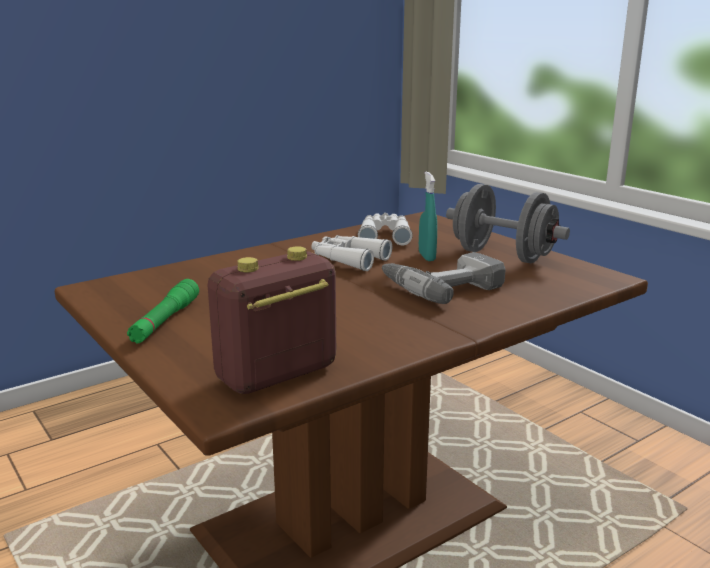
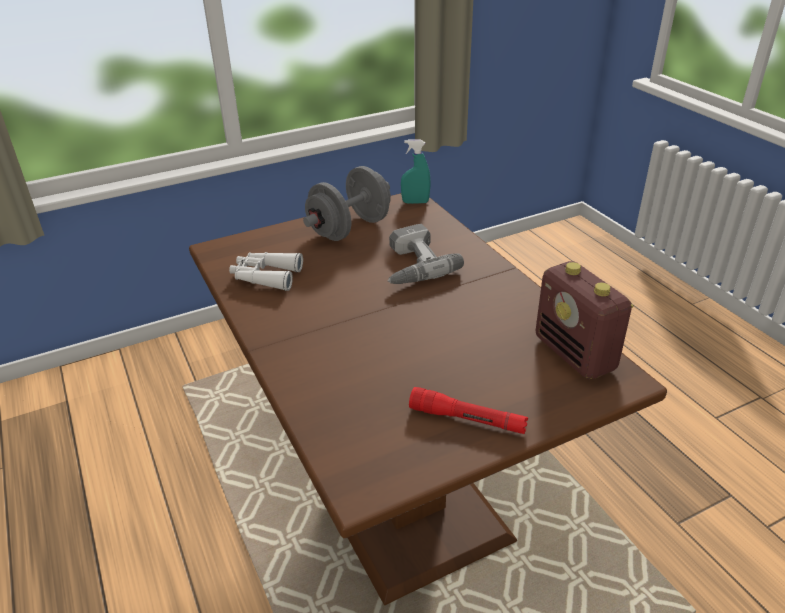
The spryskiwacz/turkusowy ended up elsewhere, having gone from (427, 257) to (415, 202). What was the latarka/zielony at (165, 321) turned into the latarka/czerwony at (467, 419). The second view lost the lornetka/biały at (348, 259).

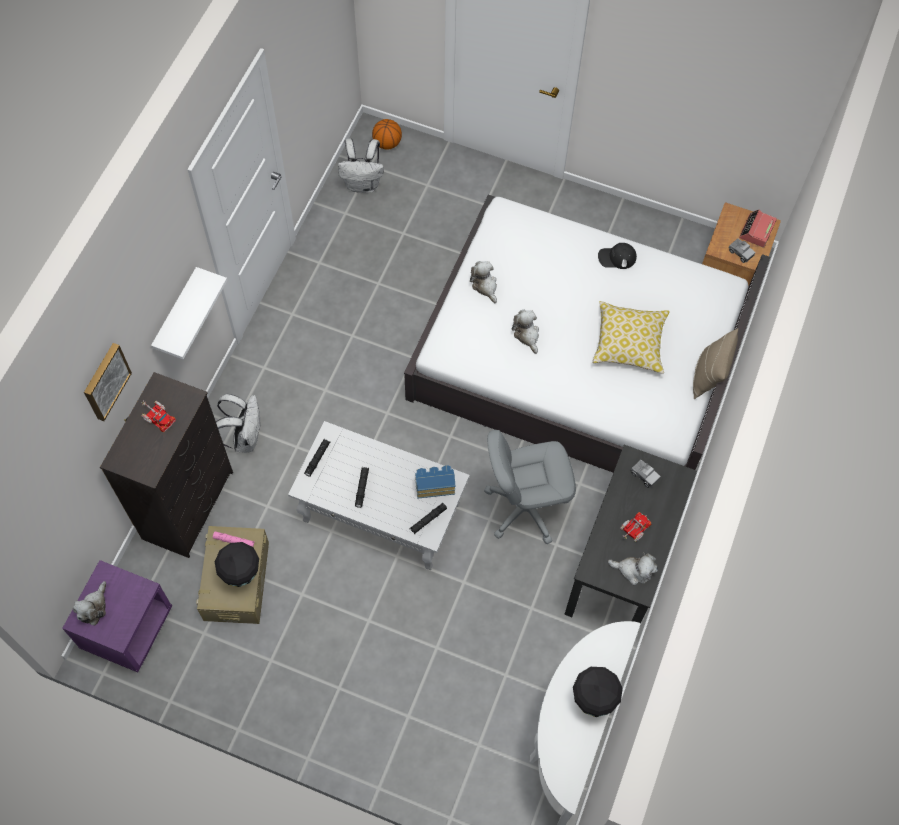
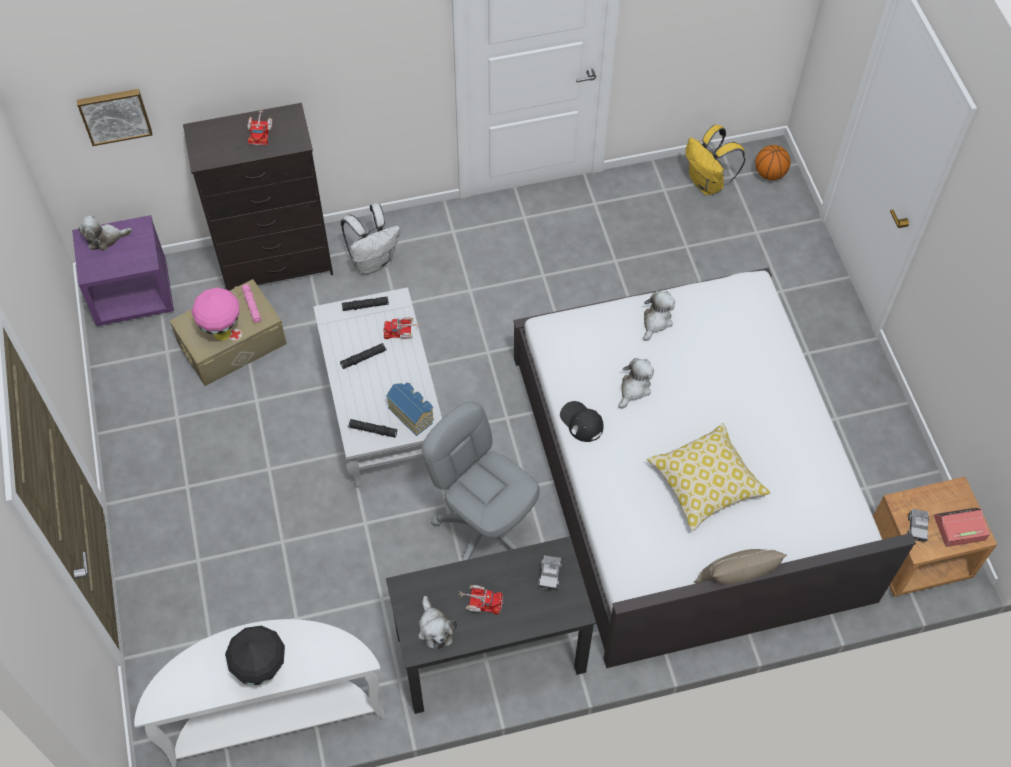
The obraz ended up elsewhere, having gone from (105, 381) to (115, 115). What was the lampa stołowa/czarny at (242, 576) turned into the lampa stołowa/różowy at (223, 333). The second view gained the ciężarówka zabawkowa at (402, 331). The czapka z daszkiem/czarny ended up elsewhere, having gone from (616, 257) to (581, 422). What was the plecak/biały at (363, 184) turned into the plecak/żółty at (708, 183). The second view lost the półka/biały at (177, 314).

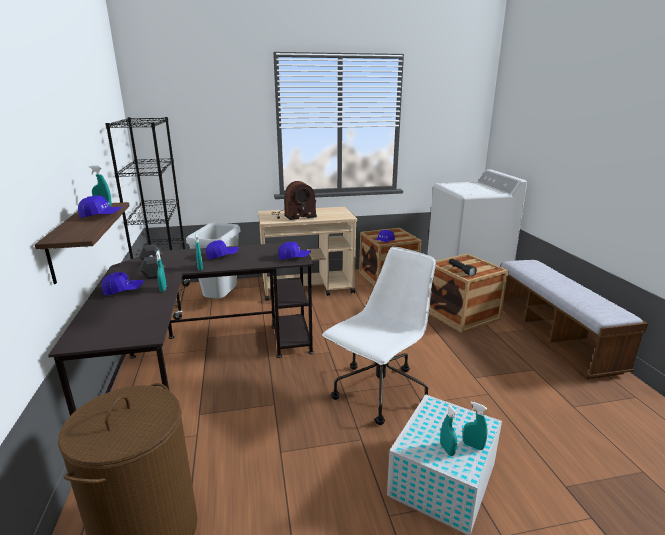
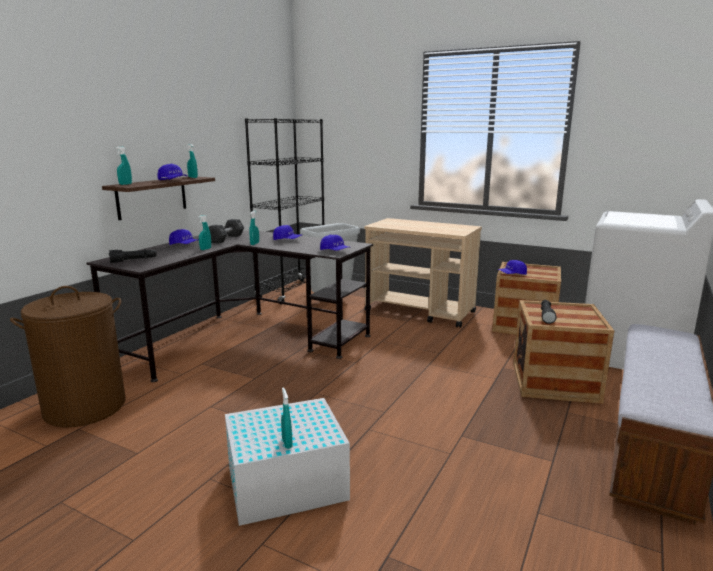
The second view gained the latarka/czarny at (134, 260). The spryskiwacz/turkusowy ended up elsewhere, having gone from (447, 449) to (125, 184). The second view lost the radio at (293, 215). The second view lost the krzesło biurowe/biały at (379, 393).

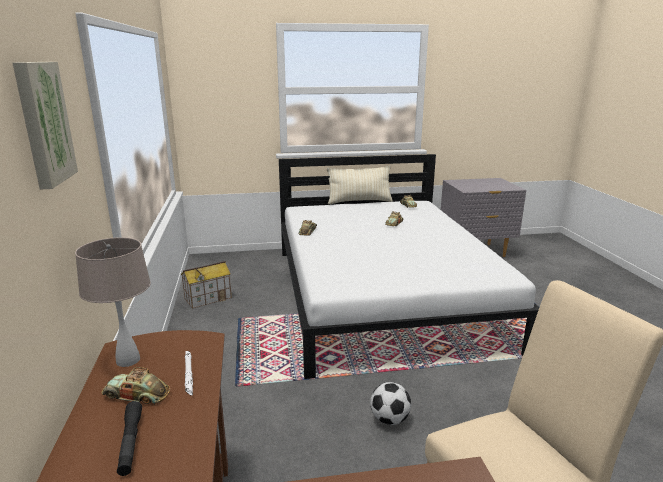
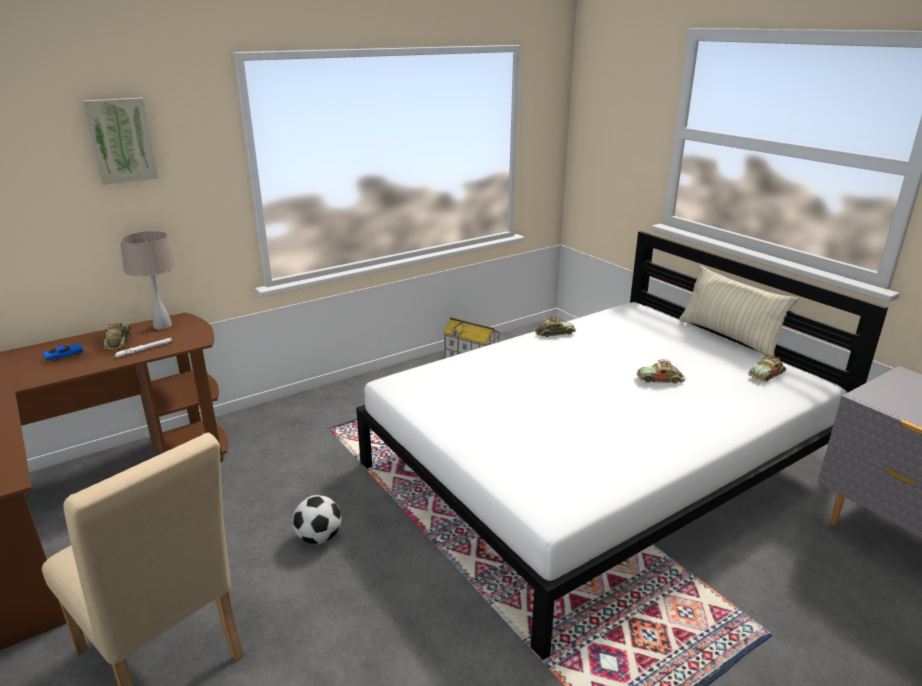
Where the latarka/czarny stood at (130, 443), the samochodzik came to stand at (65, 356).

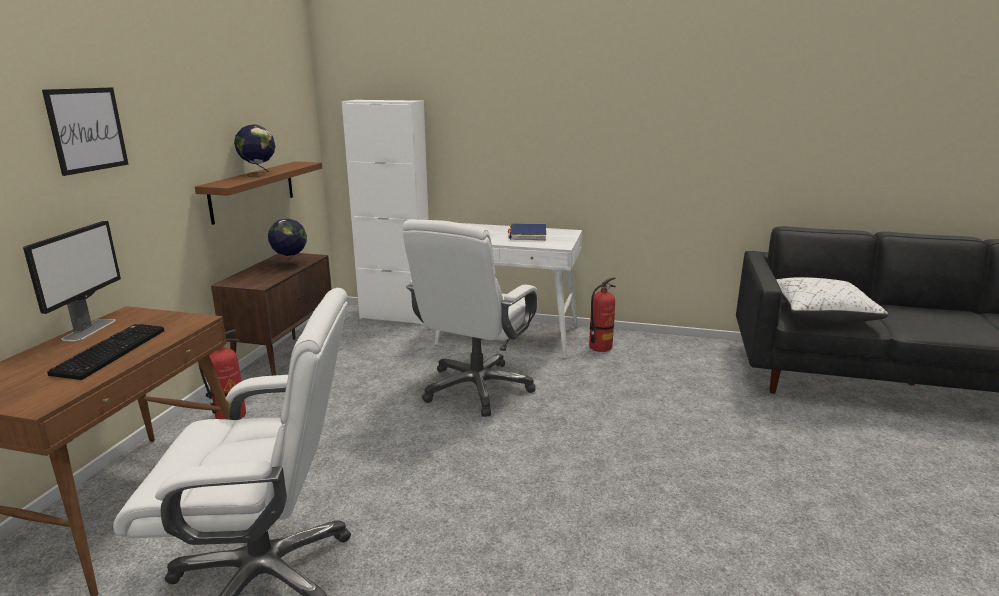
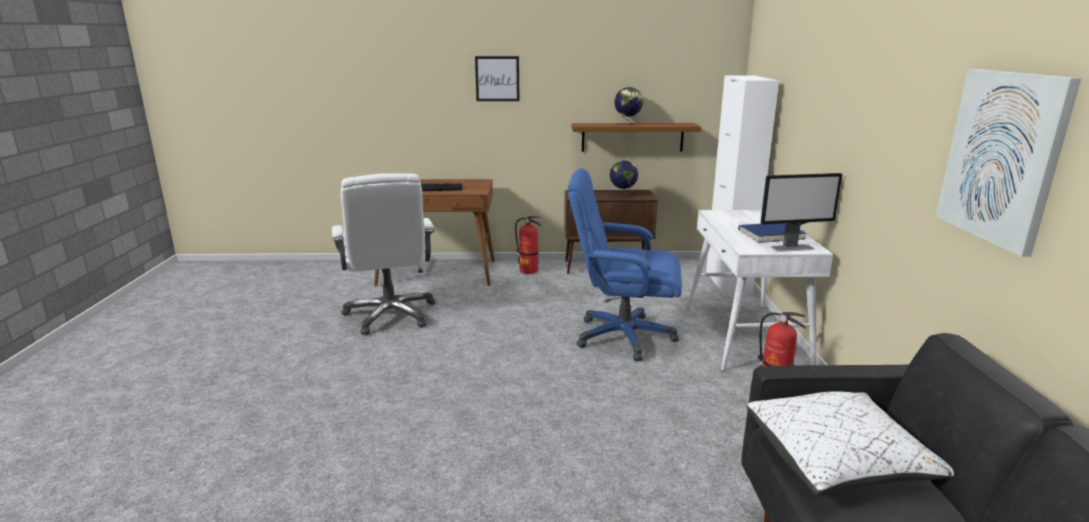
What was the krzesło biurowe/biały at (476, 388) turned into the krzesło biurowe/niebieski at (622, 336). The monitor ended up elsewhere, having gone from (89, 329) to (792, 248). The second view gained the obraz at (1002, 157).

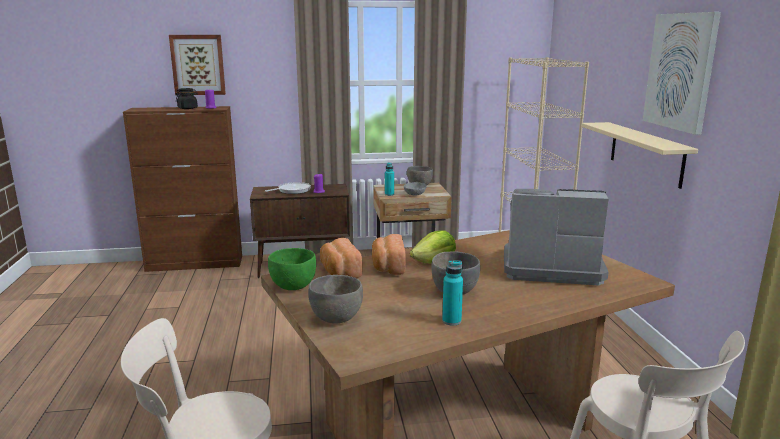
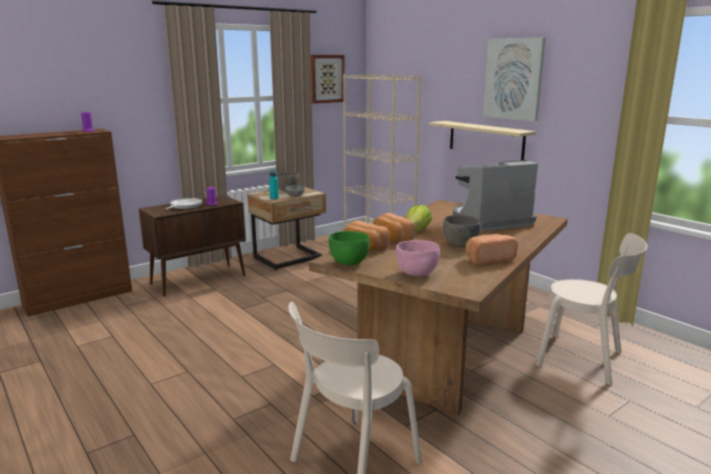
The obraz ended up elsewhere, having gone from (198, 65) to (326, 78). What was the miska/szary at (336, 319) turned into the miska/różowy at (417, 274). Where the butelka/turkusowy stood at (451, 321), the chleb came to stand at (488, 259). The second view lost the słoik/czarny at (187, 108).

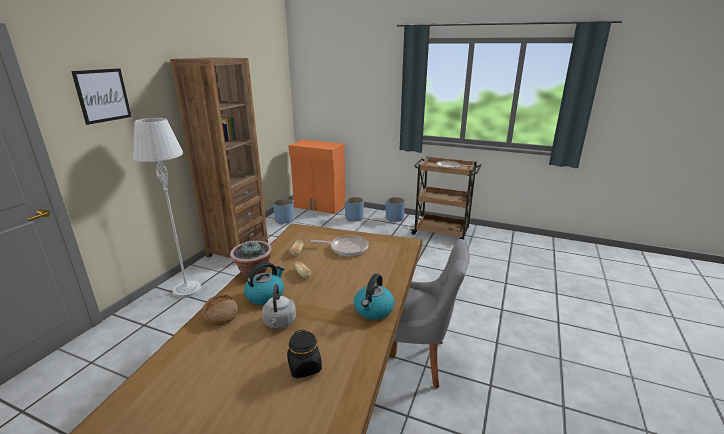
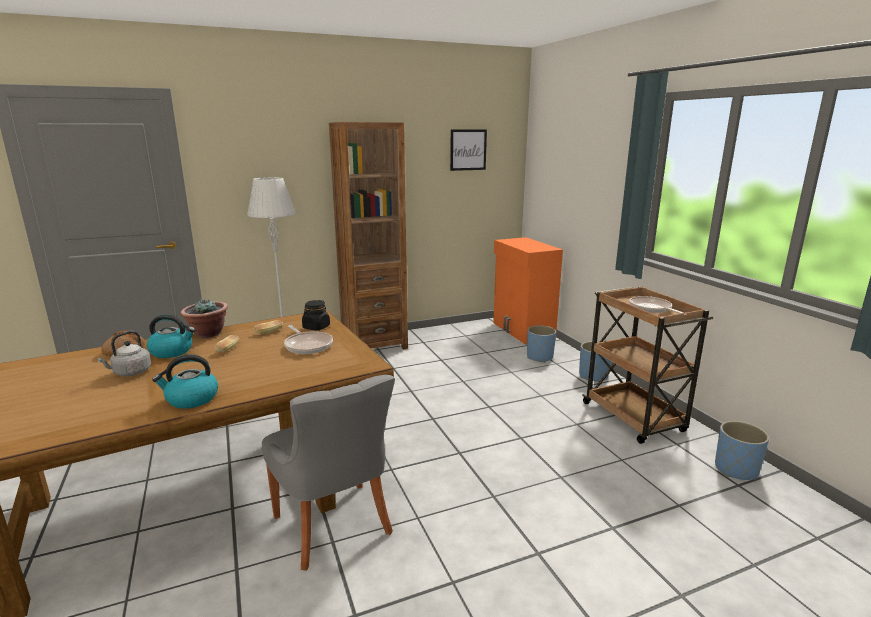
The słoik/czarny ended up elsewhere, having gone from (304, 367) to (316, 327). The obraz ended up elsewhere, having gone from (103, 95) to (468, 150). The donica/niebieski ended up elsewhere, having gone from (284, 220) to (736, 470).

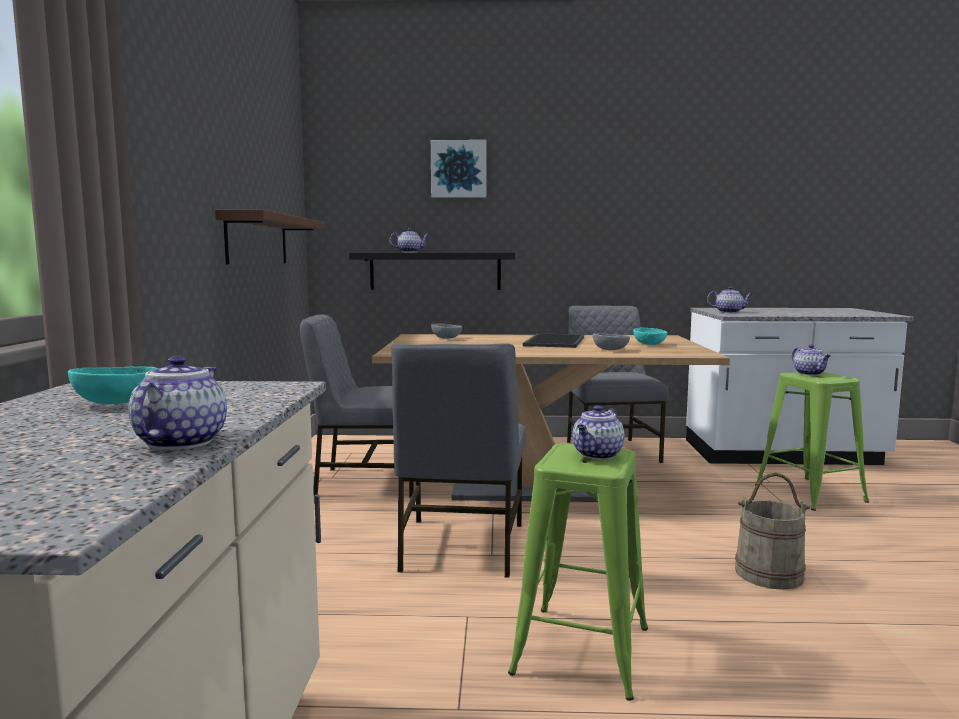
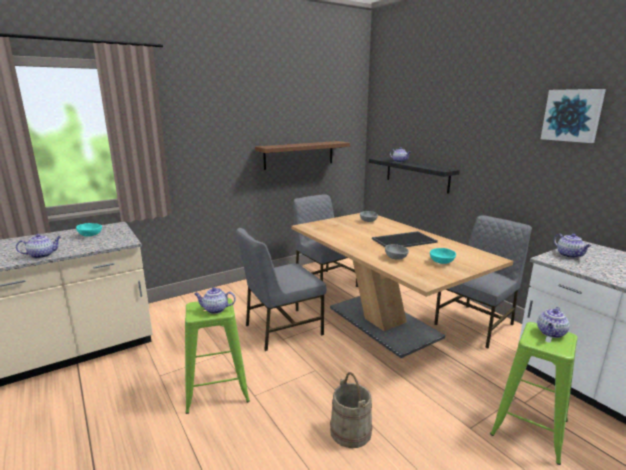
The obraz ended up elsewhere, having gone from (458, 169) to (572, 115).

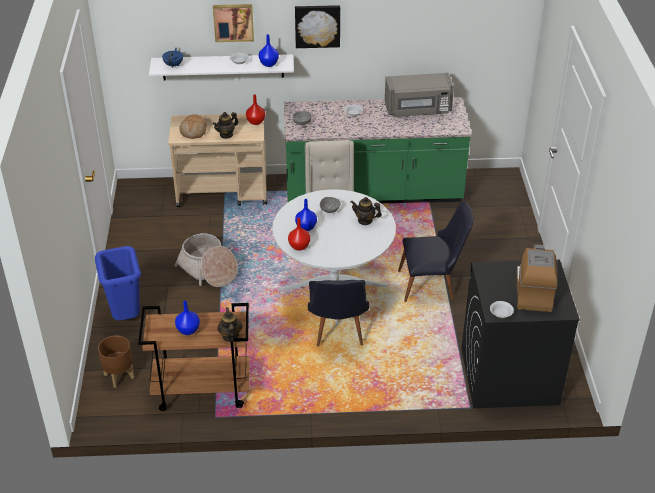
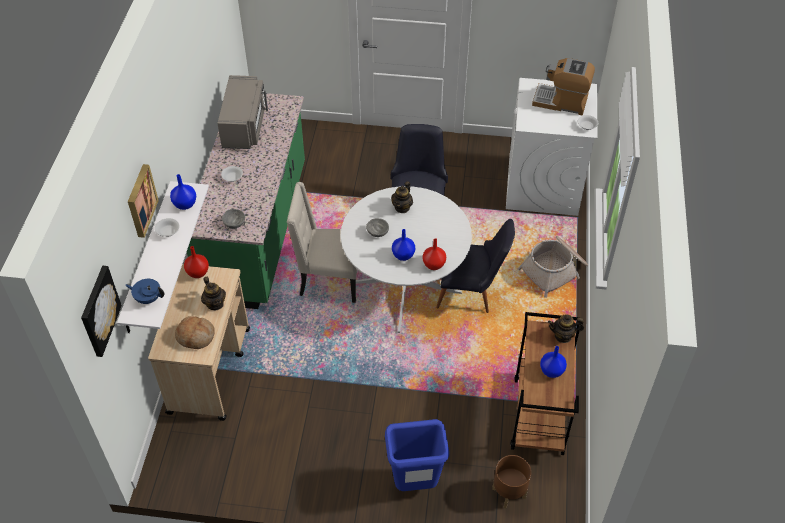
The obraz ended up elsewhere, having gone from (317, 25) to (98, 311). What was the pralka/czarny at (508, 376) turned into the pralka/biały at (543, 185). The koszyk ended up elsewhere, having gone from (208, 270) to (554, 270).

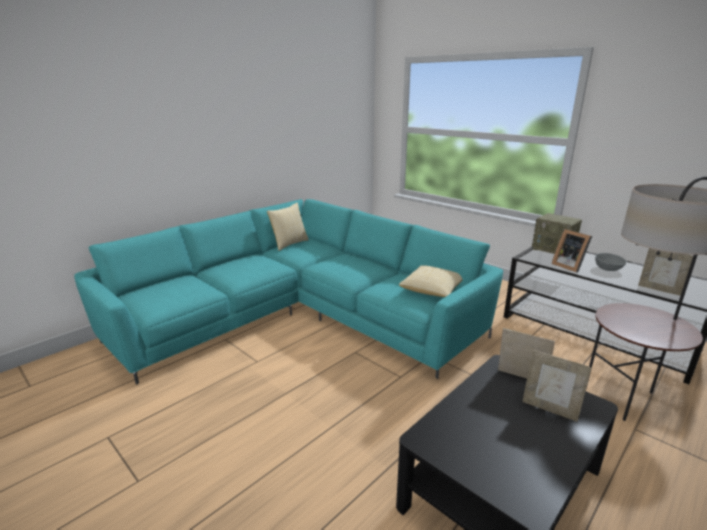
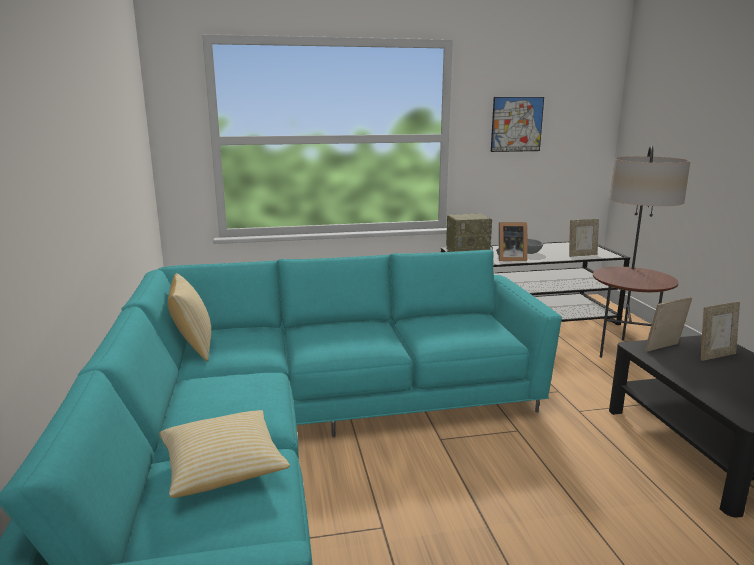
The poduszka ended up elsewhere, having gone from (432, 290) to (223, 468). The second view gained the obraz at (516, 124).

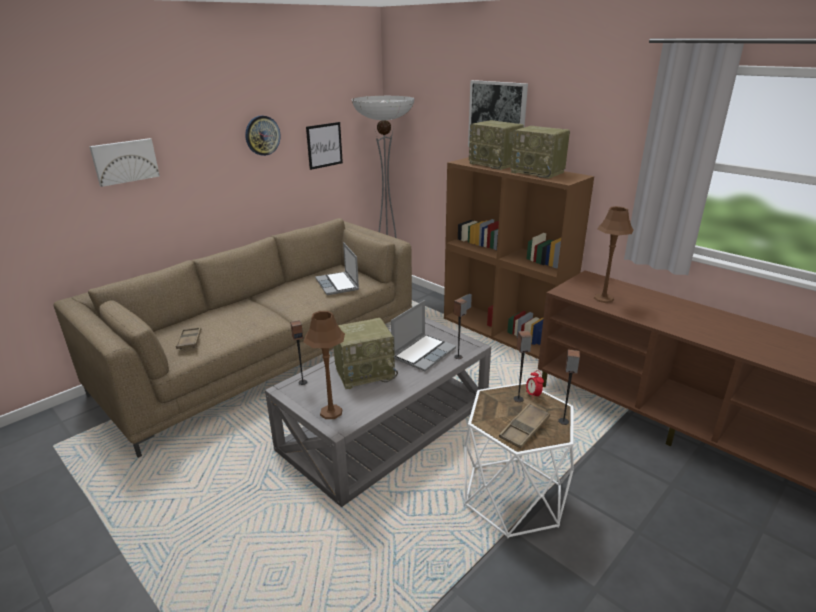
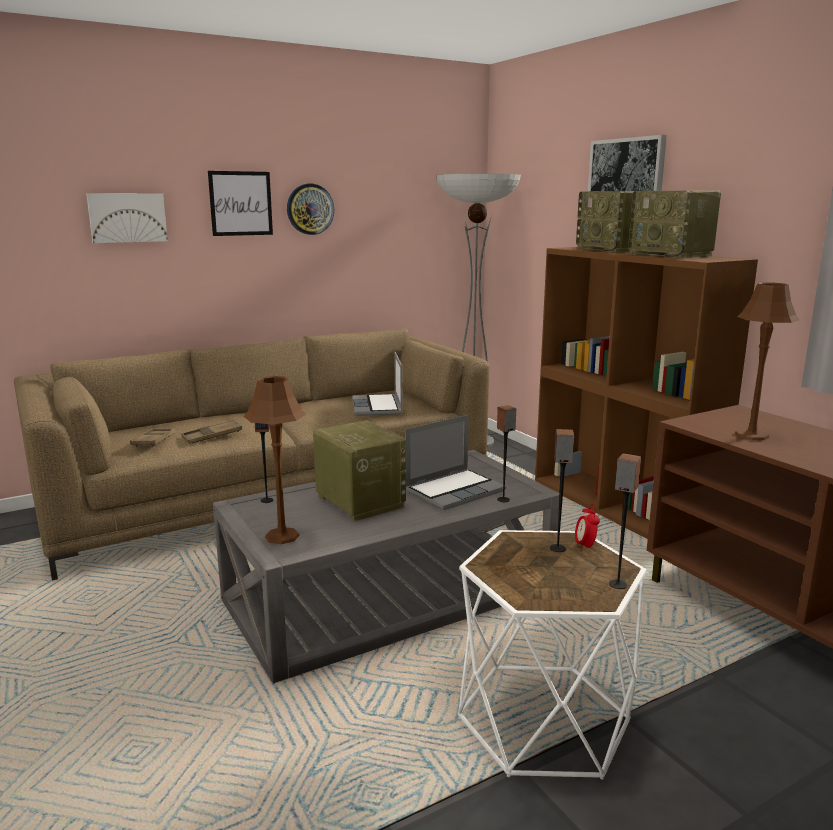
The taca/brązowy ended up elsewhere, having gone from (524, 429) to (212, 436). The obraz ended up elsewhere, having gone from (324, 145) to (241, 203). The radio at (365, 372) ended up facing another way, 120 degrees counterclockwise from before.

